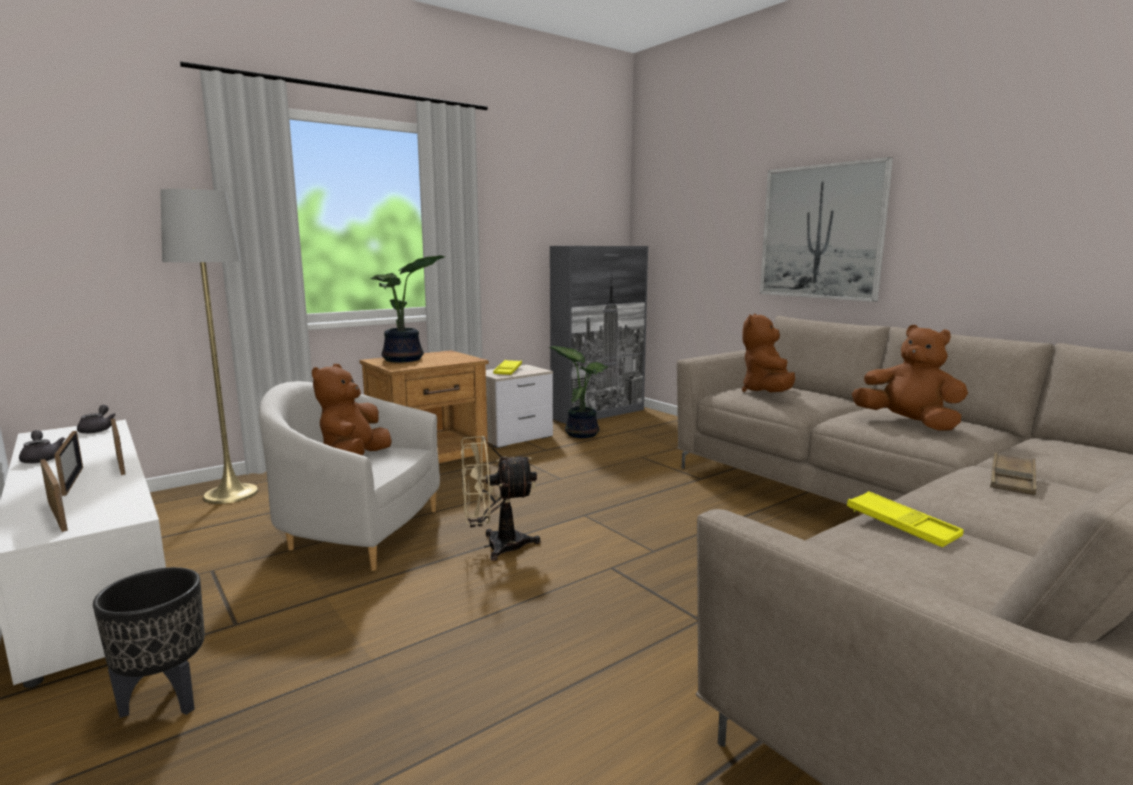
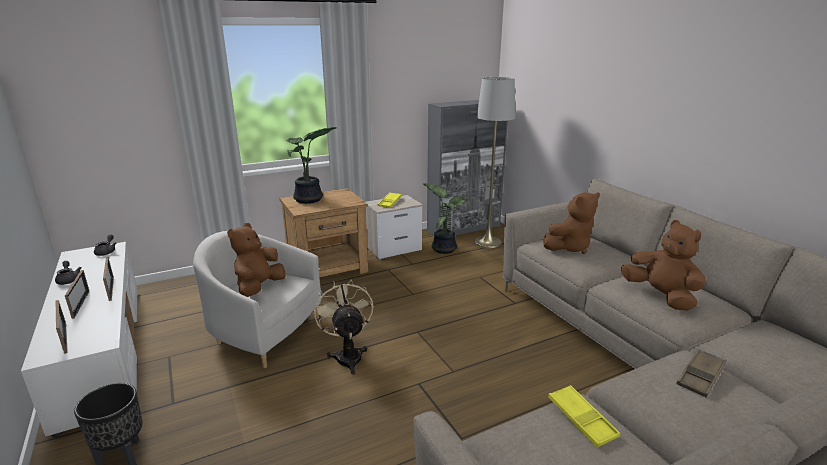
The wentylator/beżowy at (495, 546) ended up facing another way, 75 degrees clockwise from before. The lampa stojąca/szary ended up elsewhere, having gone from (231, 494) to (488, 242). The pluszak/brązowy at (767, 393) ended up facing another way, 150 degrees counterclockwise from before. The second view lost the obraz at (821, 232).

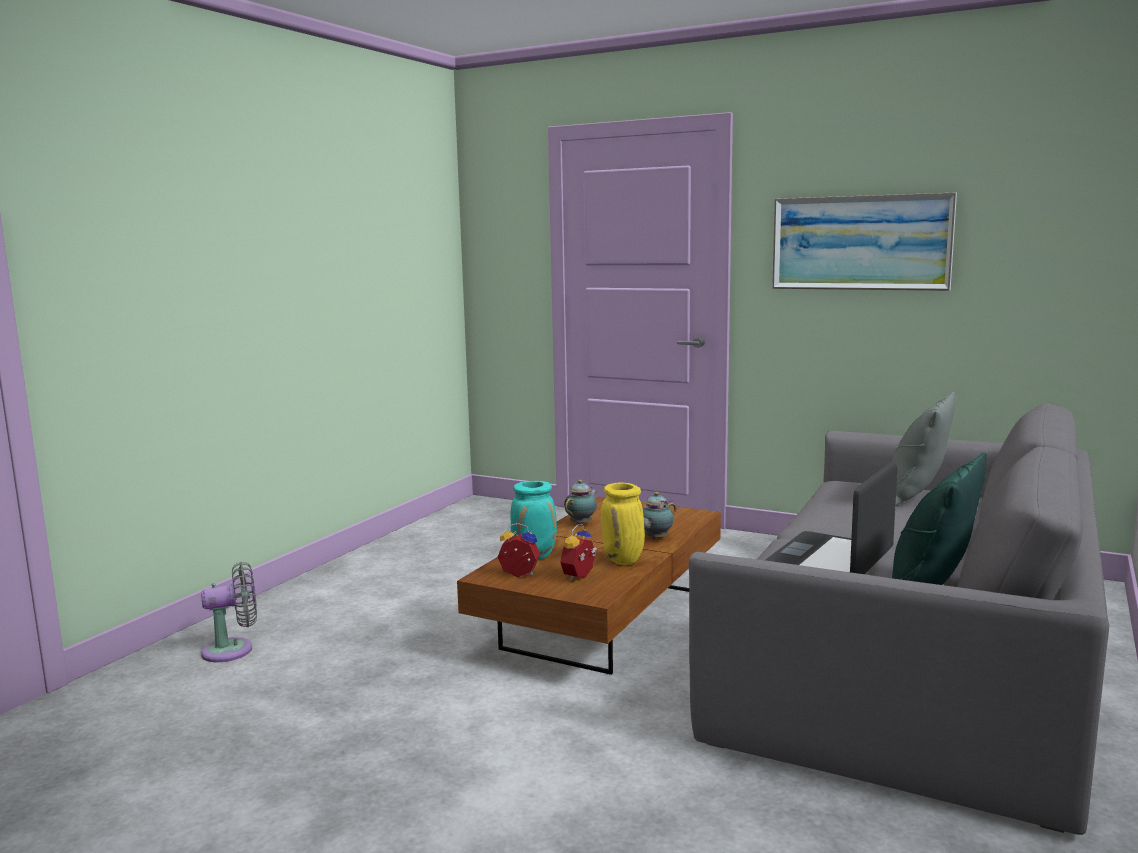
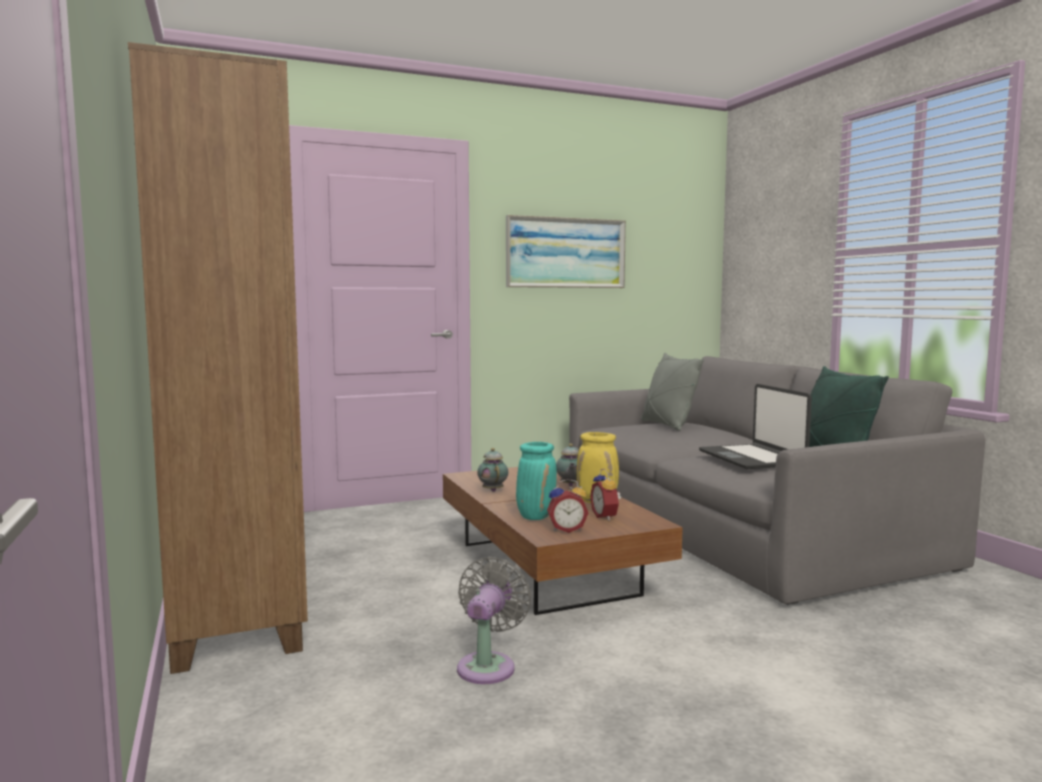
The second view gained the regał/brązowy at (239, 611). The wentylator/szary ended up elsewhere, having gone from (233, 650) to (488, 665). The budzik at (518, 575) ended up facing another way, 150 degrees counterclockwise from before.

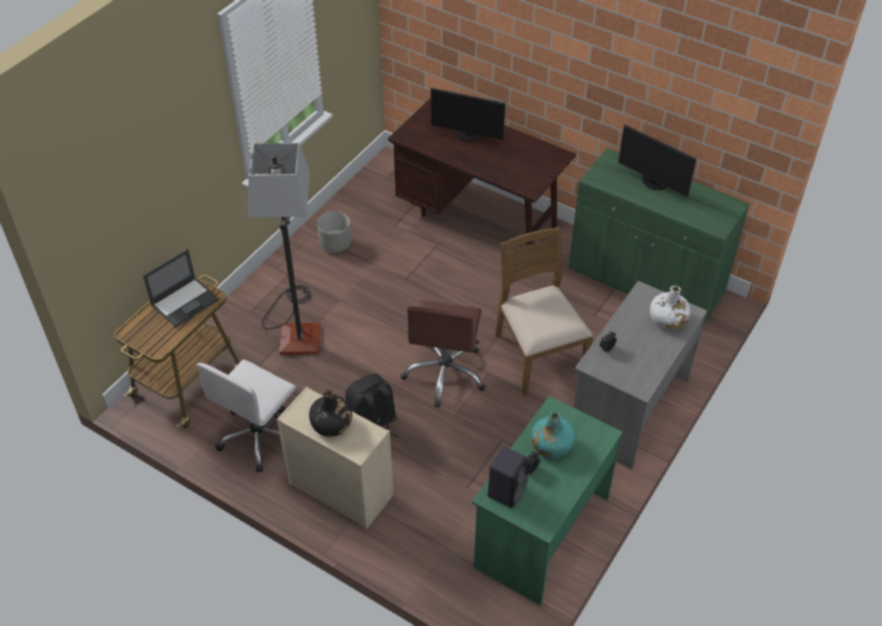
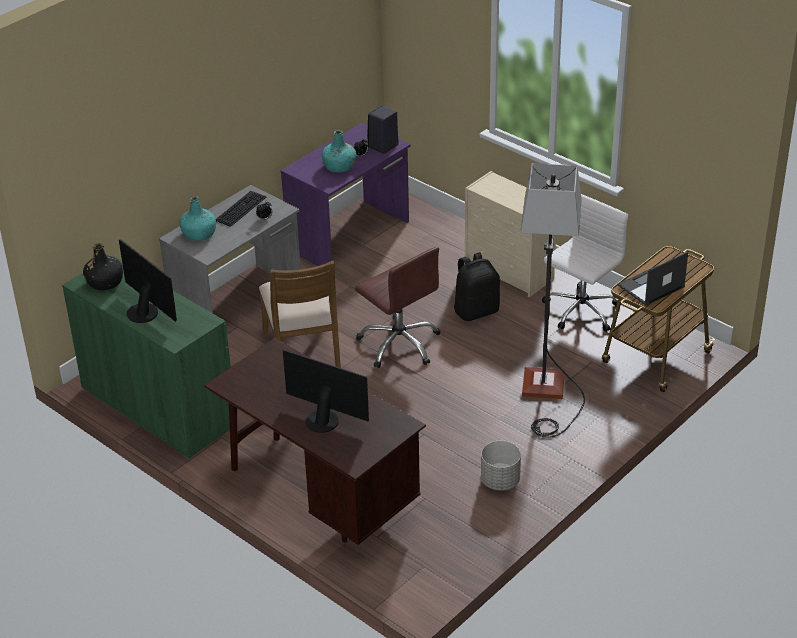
The butelka/czarny ended up elsewhere, having gone from (331, 424) to (105, 282). What was the butelka/biały at (667, 320) turned into the butelka/turkusowy at (199, 234). The second view gained the klawiatura at (240, 208). What was the biurko/zielony at (540, 531) turned into the biurko/fioletowy at (350, 236). The krzesło biurowe/brązowy at (445, 373) ended up facing another way, 120 degrees clockwise from before.

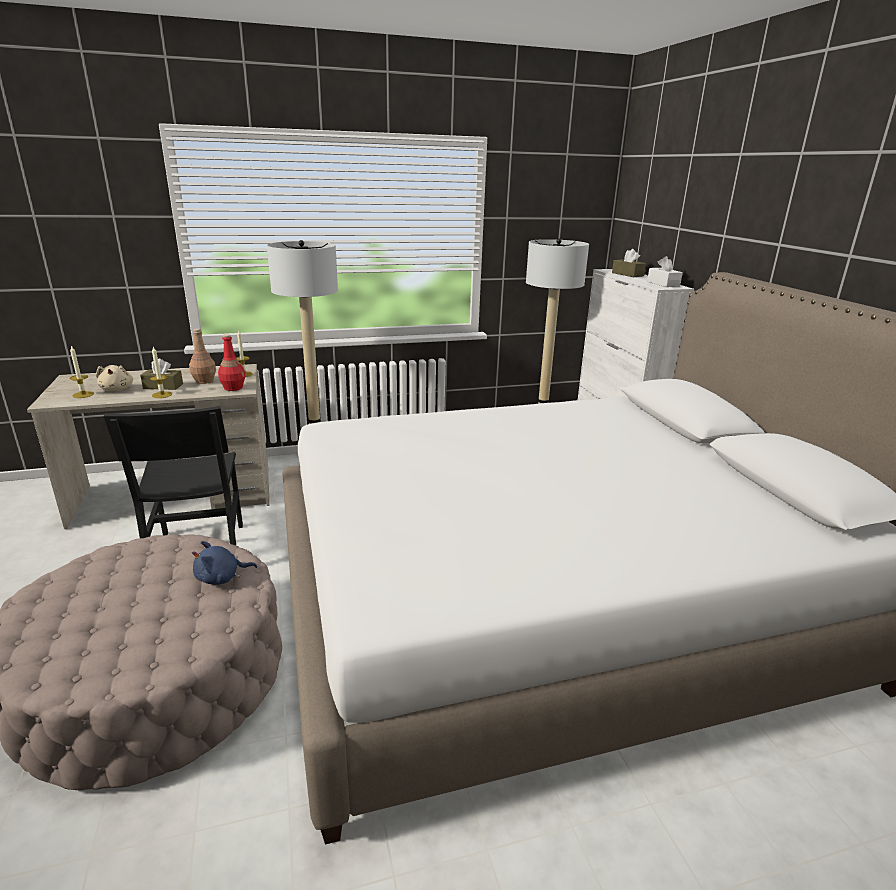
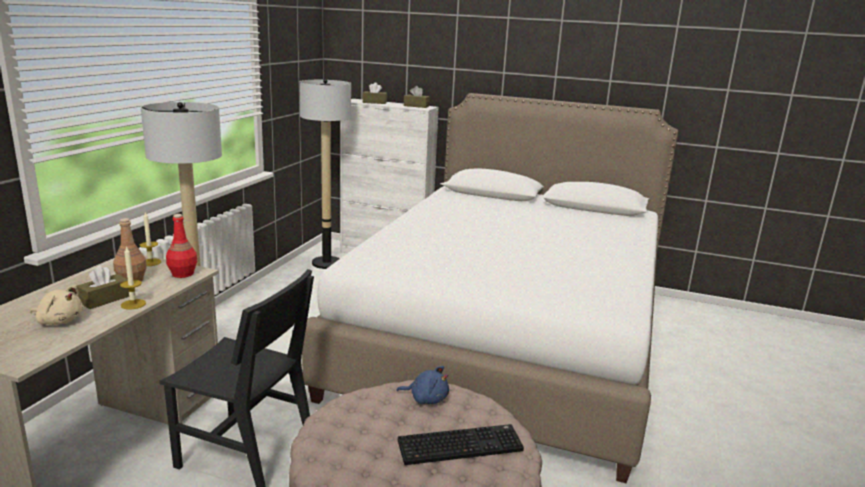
The pluszak/niebieski at (221, 578) ended up facing another way, 90 degrees counterclockwise from before. The second view gained the klawiatura at (460, 444). What was the pudełko chusteczek/biały at (663, 284) turned into the pudełko chusteczek/brązowy at (416, 106). The second view lost the świeca at (83, 394).

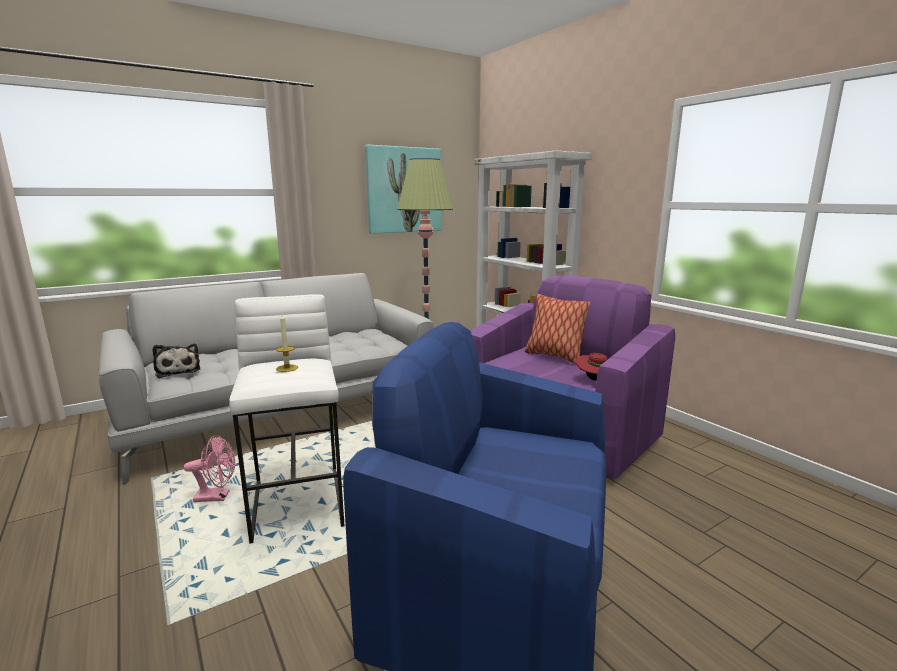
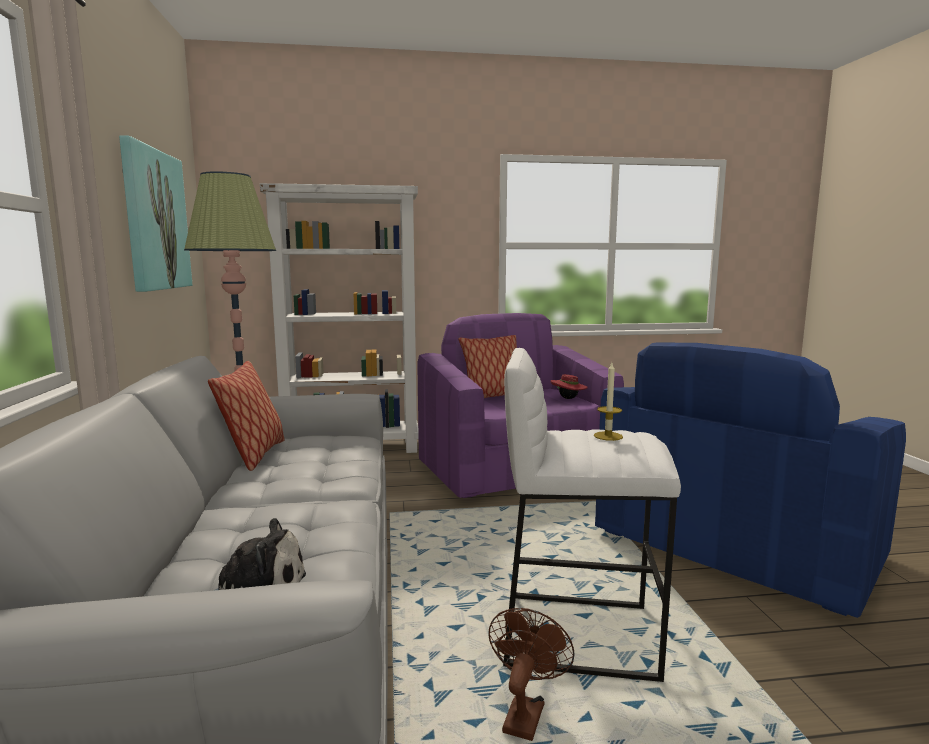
The second view gained the poduszka at (254, 455). What was the wentylator/różowy at (217, 496) turned into the wentylator/brązowy at (525, 712).

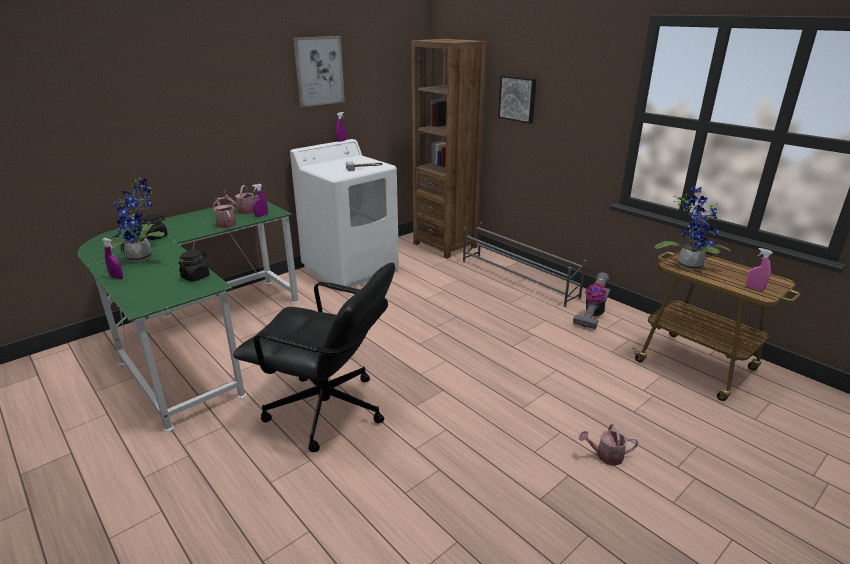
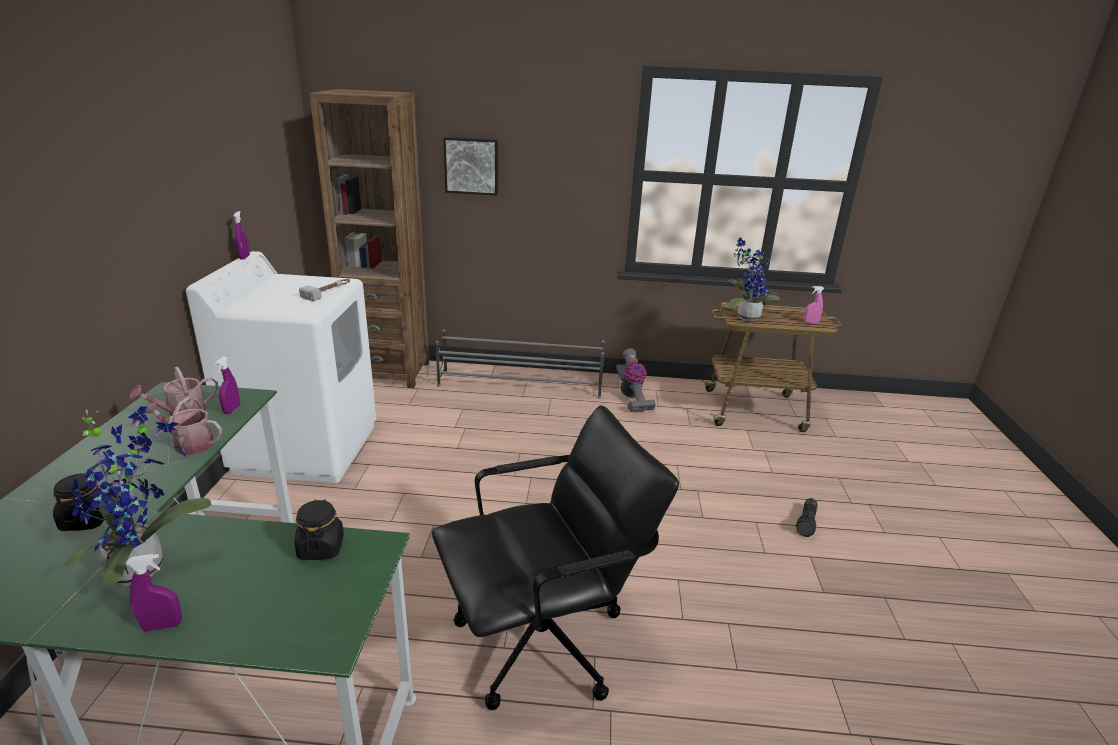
Where the konewka stood at (605, 456), the latarka came to stand at (807, 523). The second view lost the obraz at (319, 71).

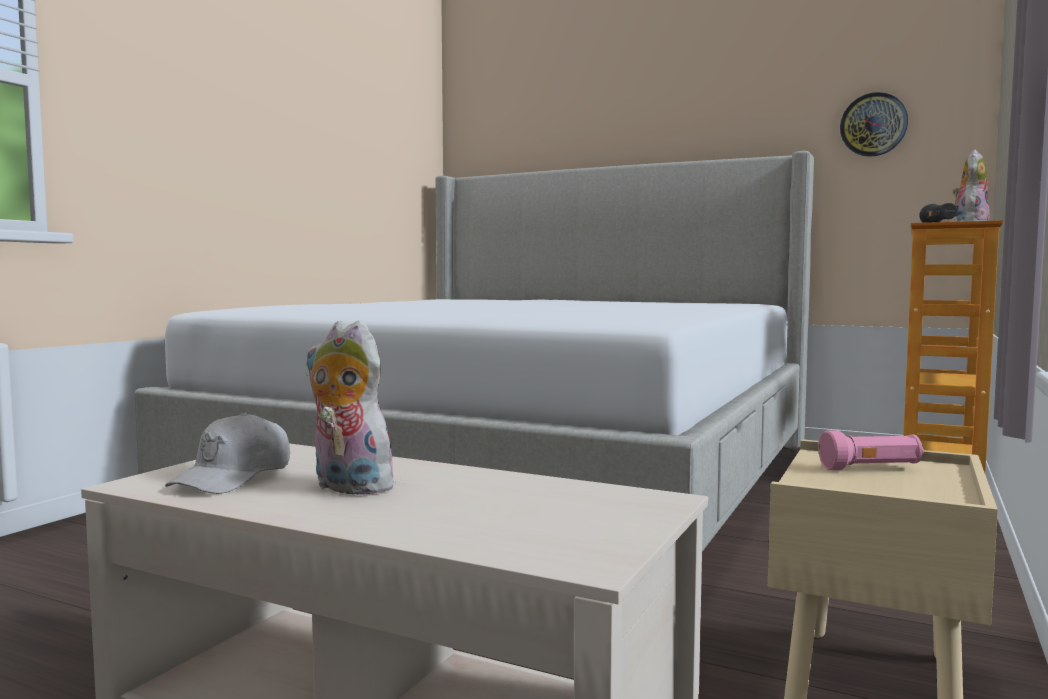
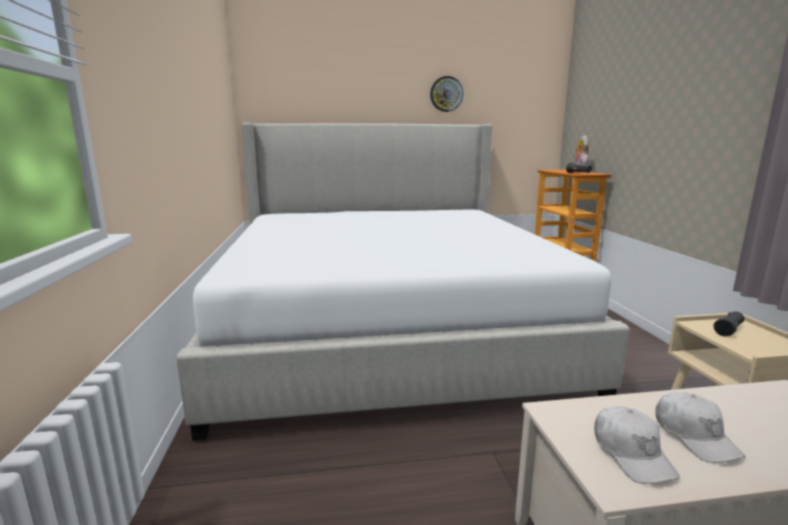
The zegar ścienny ended up elsewhere, having gone from (873, 125) to (446, 94). Where the pluszak stood at (347, 487), the czapka z daszkiem/biały came to stand at (695, 436). What was the latarka/różowy at (871, 468) turned into the latarka/czarny at (728, 330).

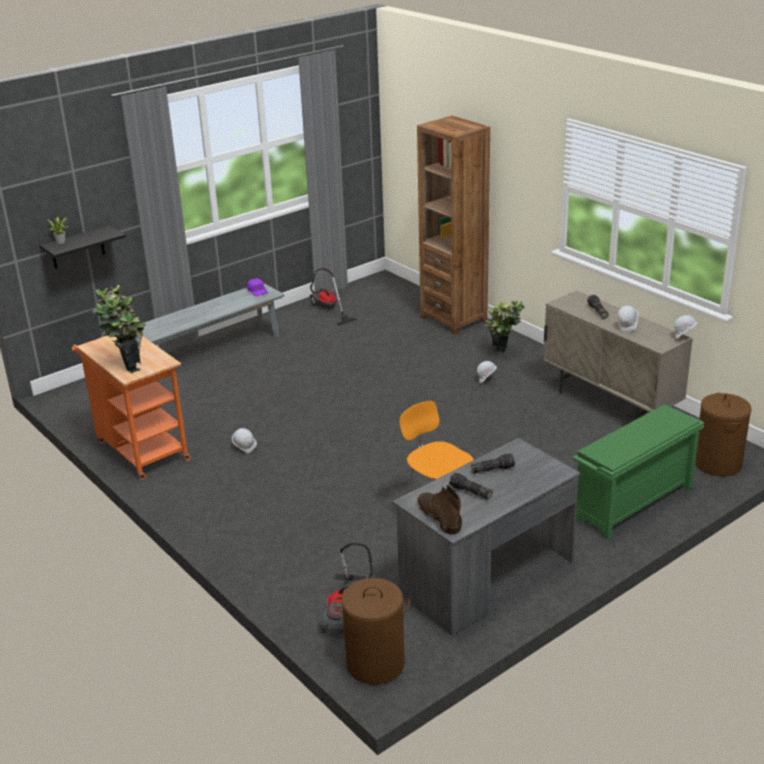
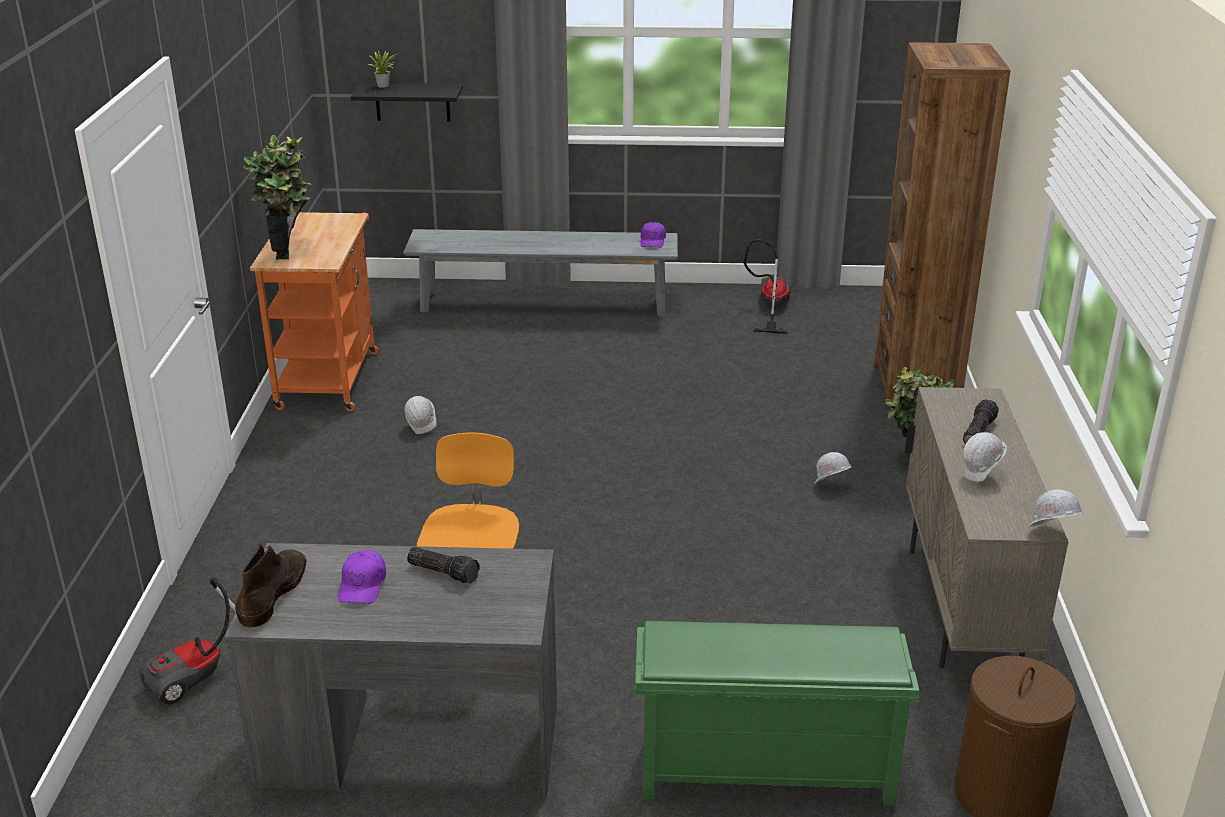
Where the latarka stood at (470, 492), the czapka z daszkiem/fioletowy came to stand at (363, 585). The second view lost the kosz na pranie/brązowy at (375, 664).

